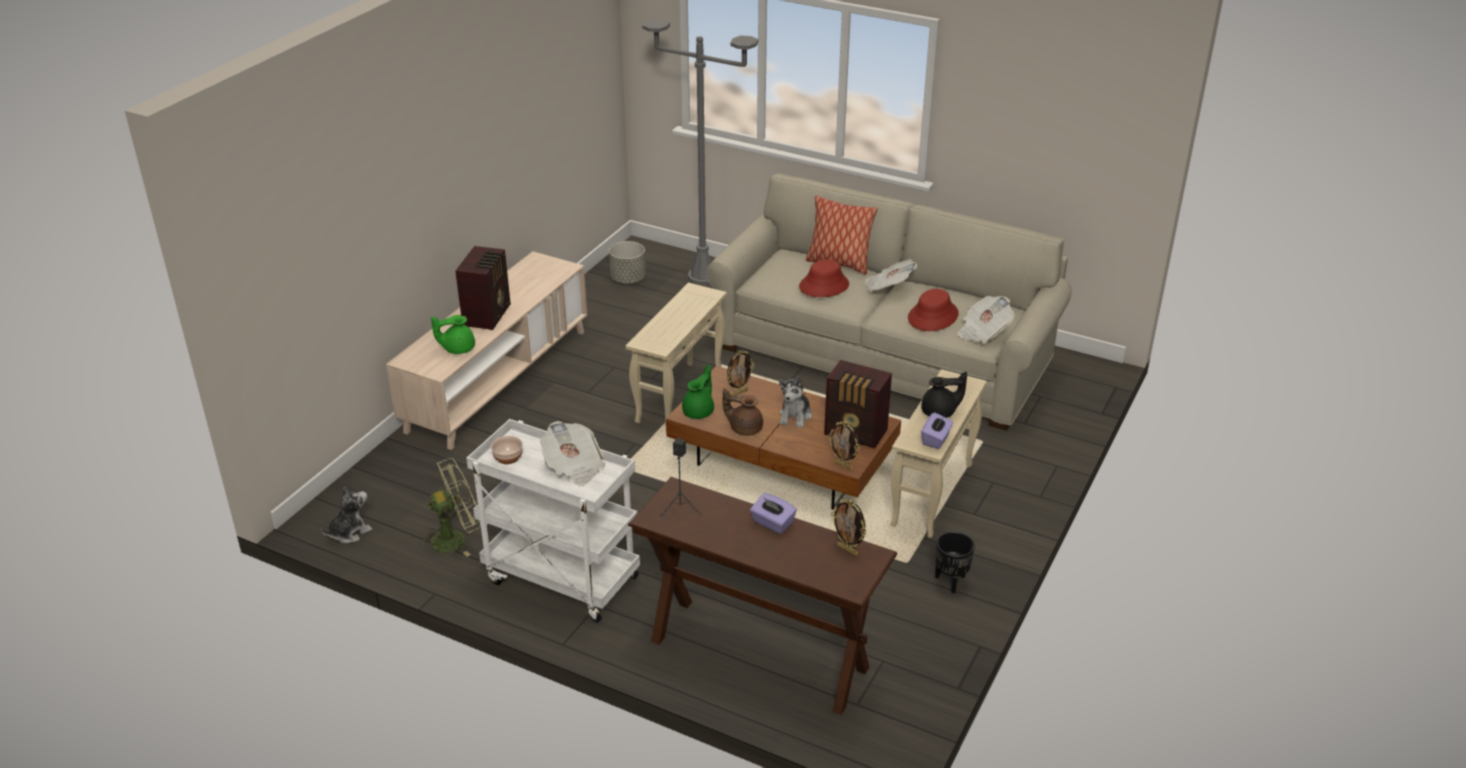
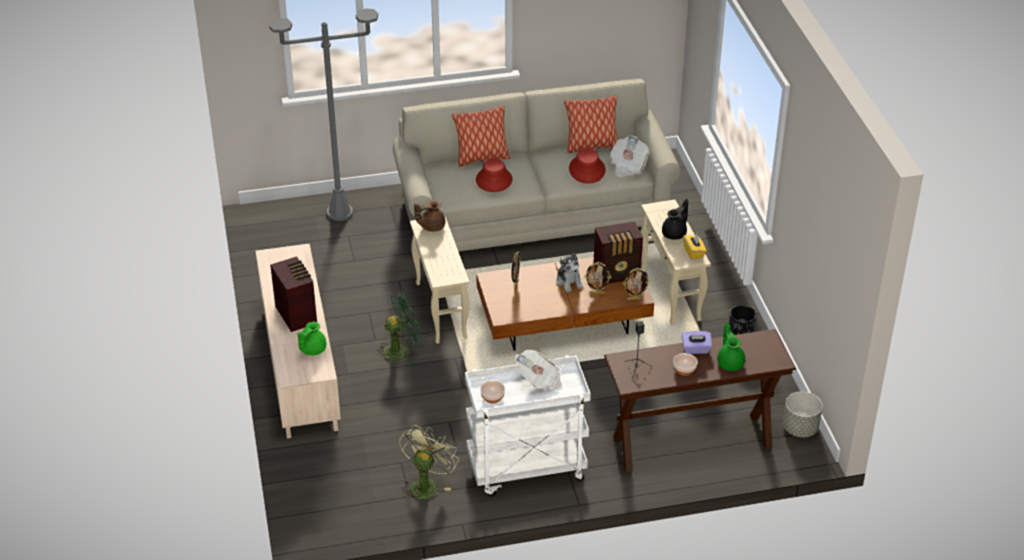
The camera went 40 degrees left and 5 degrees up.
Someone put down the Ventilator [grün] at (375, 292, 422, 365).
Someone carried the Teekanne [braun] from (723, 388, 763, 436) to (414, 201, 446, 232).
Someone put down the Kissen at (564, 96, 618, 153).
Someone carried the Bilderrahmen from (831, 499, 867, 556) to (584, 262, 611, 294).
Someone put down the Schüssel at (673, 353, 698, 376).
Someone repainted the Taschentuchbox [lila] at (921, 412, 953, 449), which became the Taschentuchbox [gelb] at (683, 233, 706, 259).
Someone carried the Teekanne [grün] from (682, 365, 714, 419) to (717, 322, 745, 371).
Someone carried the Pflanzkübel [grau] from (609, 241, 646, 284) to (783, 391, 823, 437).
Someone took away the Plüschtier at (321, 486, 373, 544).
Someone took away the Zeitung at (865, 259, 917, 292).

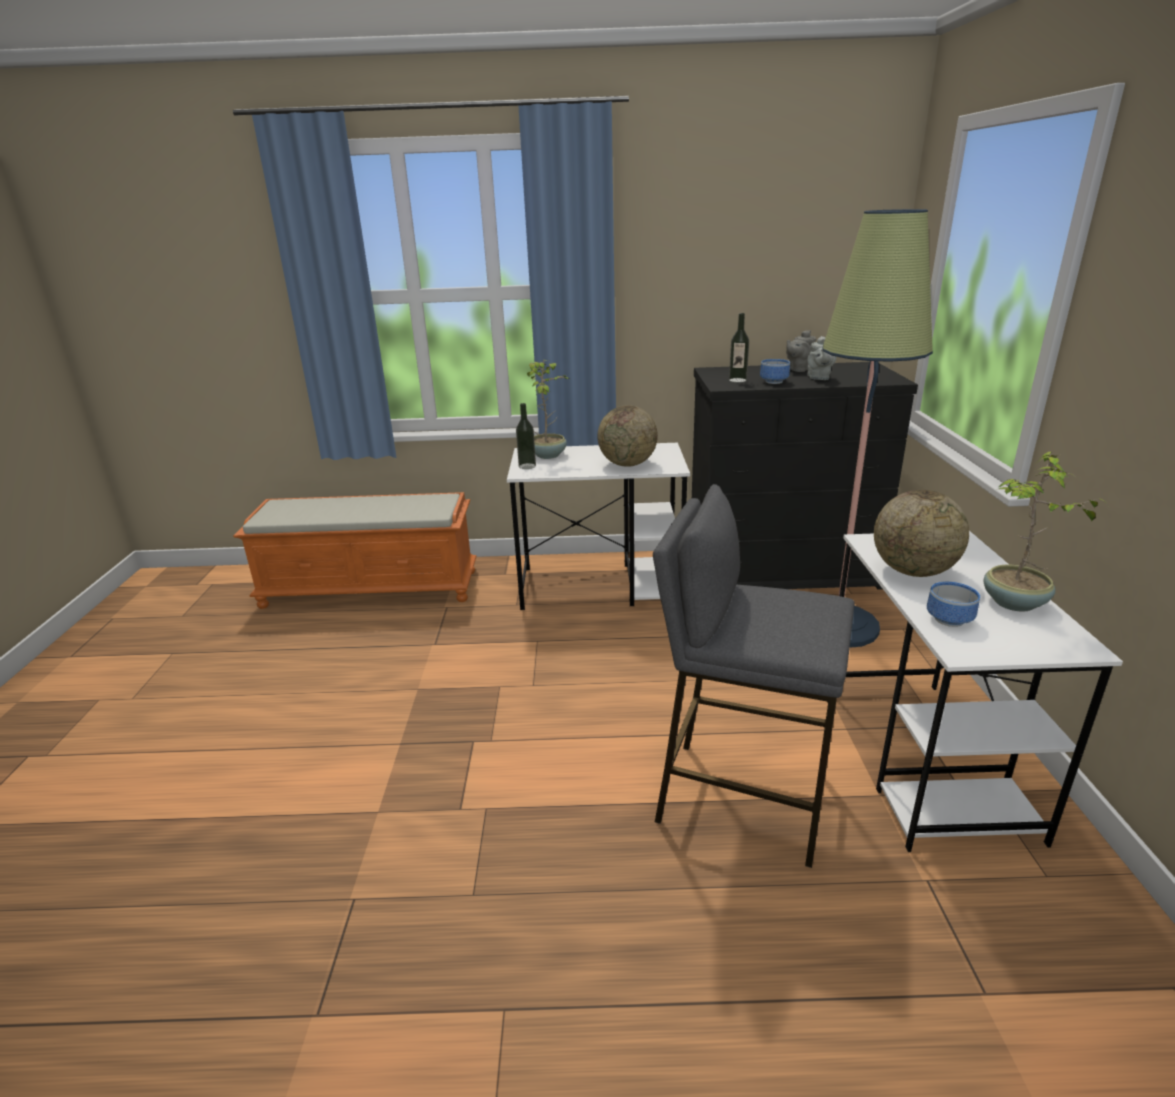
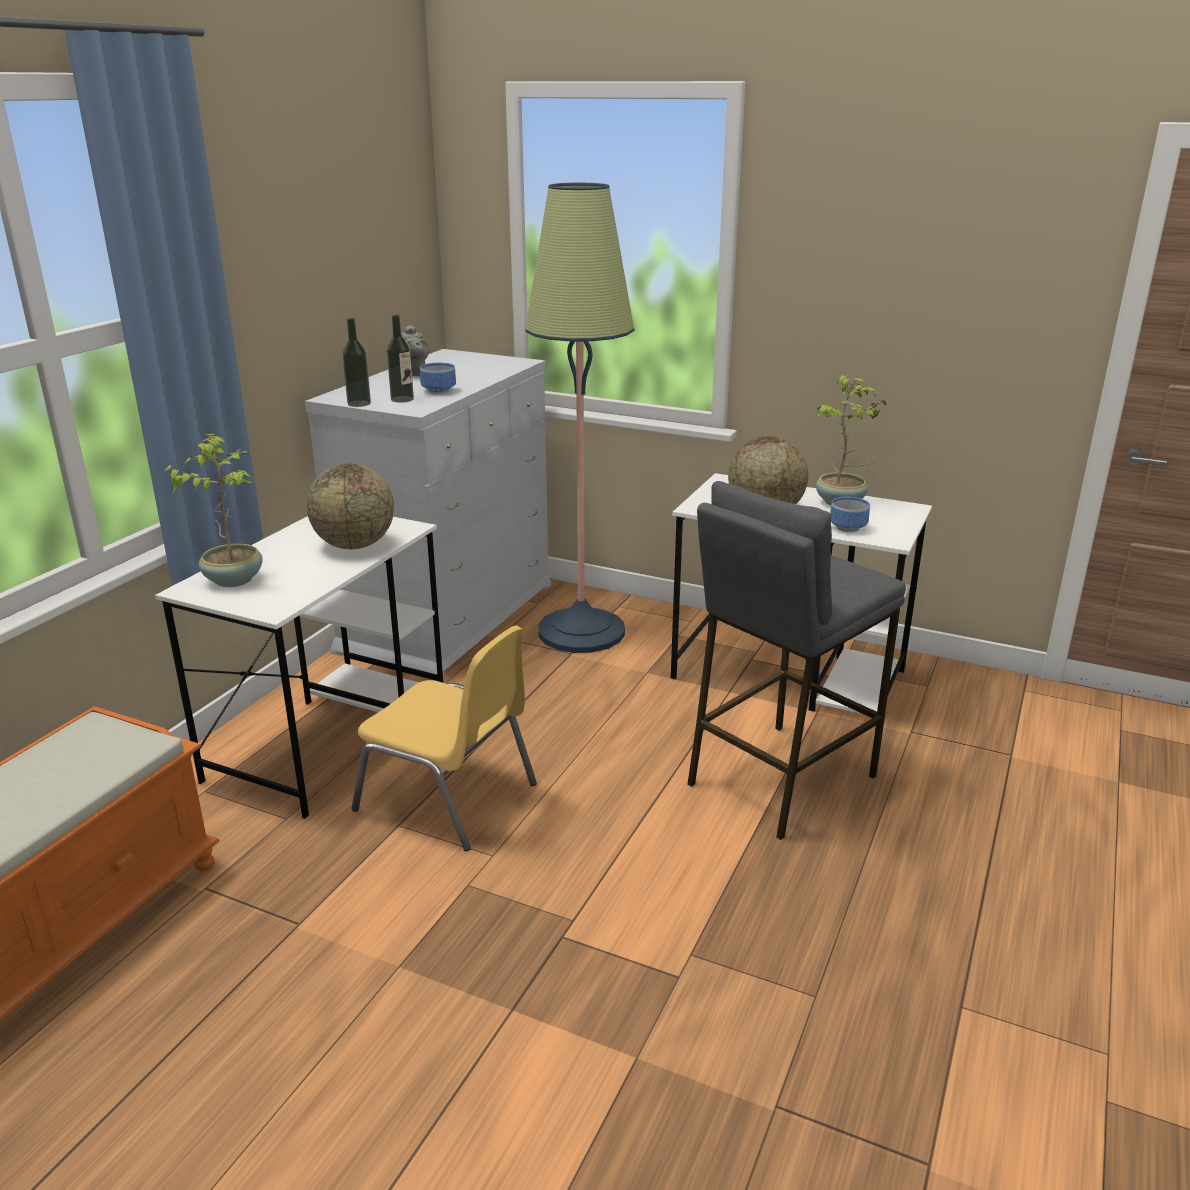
The camera went 65 degrees left and 0 degrees up.
Someone repainted the Kommode [schwarz] at (692, 362, 918, 590), which became the Kommode [weiß] at (305, 349, 551, 676).
Someone carried the Flasche from (516, 403, 536, 469) to (342, 318, 371, 407).
Someone put down the Stuhl [gelb] at (351, 626, 537, 851).
Someone took away the Teekanne [grau] at (807, 336, 837, 380).

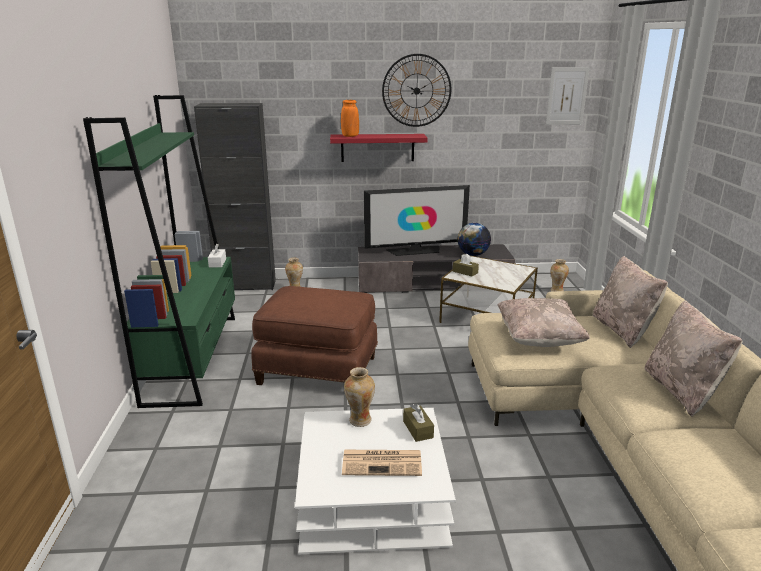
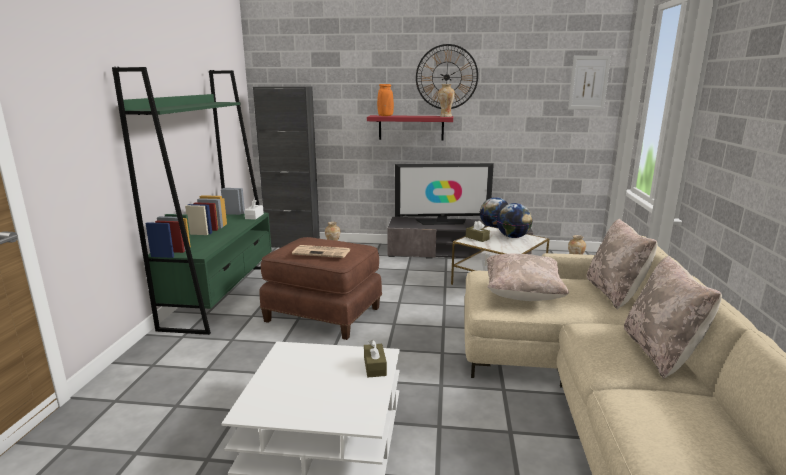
The camera went 10 degrees right and 5 degrees down.
Someone carried the Zeitung from (342, 450, 422, 476) to (292, 245, 351, 258).
Someone carried the Vase from (344, 367, 375, 427) to (438, 84, 455, 117).
Someone put down the Globus at (497, 203, 532, 238).

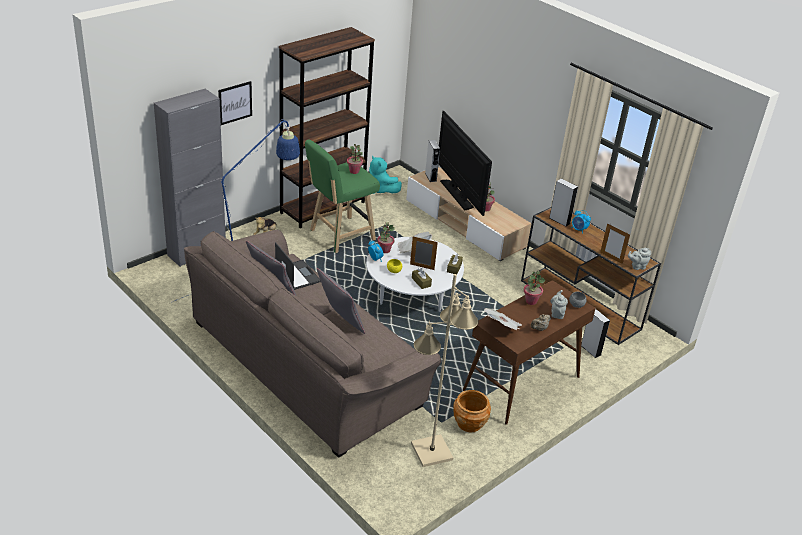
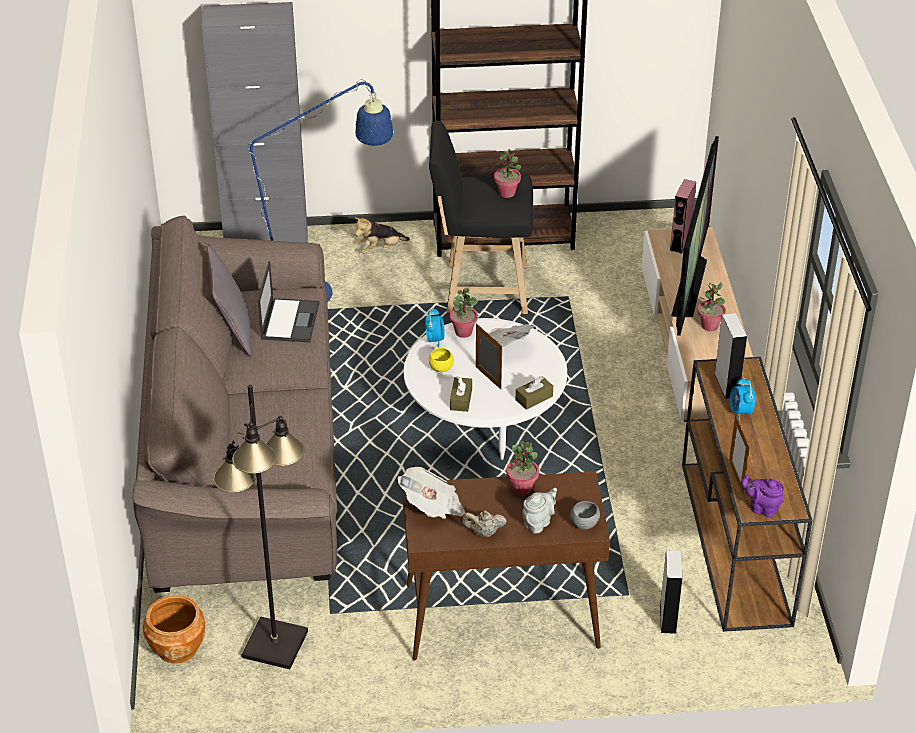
The camera went 40 degrees right and 5 degrees up.
Someone carried the Pflanzkübel [braun] from (453, 390, 491, 432) to (142, 595, 205, 664).
Someone repainted the Stehlampe [beige] at (411, 274, 478, 467), which became the Stehlampe [schwarz] at (213, 385, 308, 669).
Someone repainted the Hocker [grün] at (305, 139, 380, 253), which became the Hocker [schwarz] at (429, 121, 534, 314).
Someone repainted the Lautsprecher [grau] at (425, 140, 440, 182), which became the Lautsprecher [rosa] at (670, 179, 696, 254).
Someone repainted the Teekanne [grau] at (628, 248, 651, 270), which became the Teekanne [lila] at (741, 475, 784, 518).
Someone took away the Bild at (218, 81, 252, 125).
Someone took away the Kissen [grau] at (317, 268, 365, 334).
Someone took away the Plüschtier [türkis] at (369, 155, 402, 194).

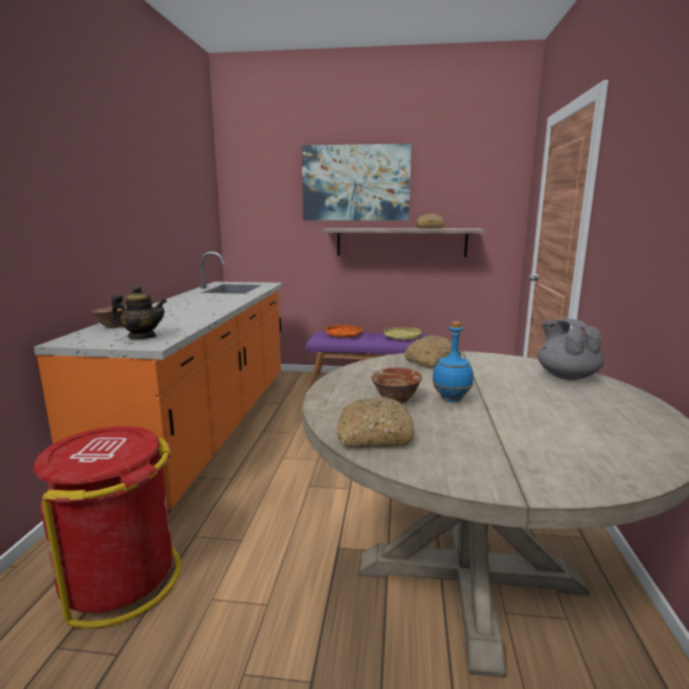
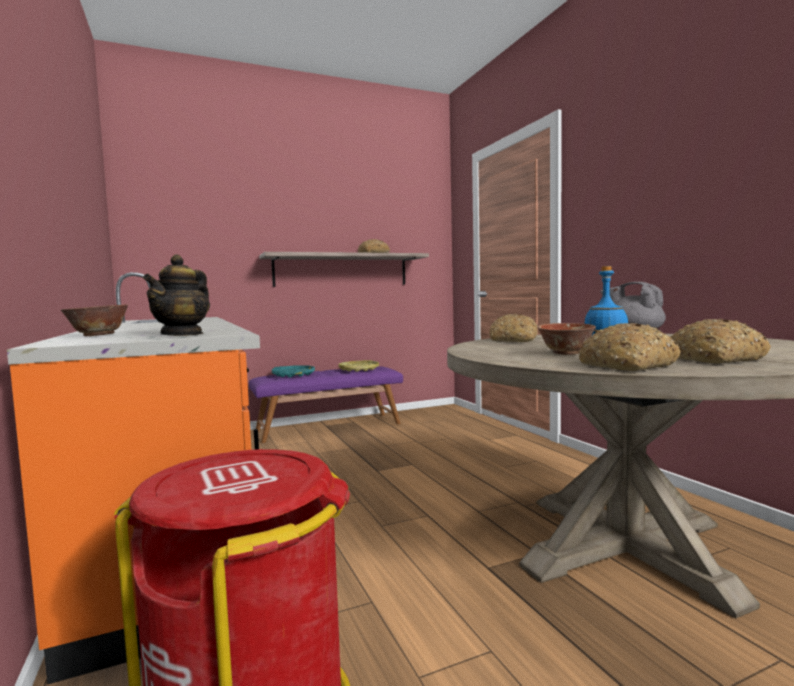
The camera went 30 degrees left and 10 degrees down.
Someone rotated the Teekanne at (111, 285, 167, 339) by 135 degrees clockwise.
Someone repainted the Tablett [orange] at (326, 325, 362, 338), which became the Tablett [türkis] at (272, 365, 315, 378).
Someone put down the Brot at (670, 319, 771, 363).
Someone took away the Bild at (302, 144, 411, 221).

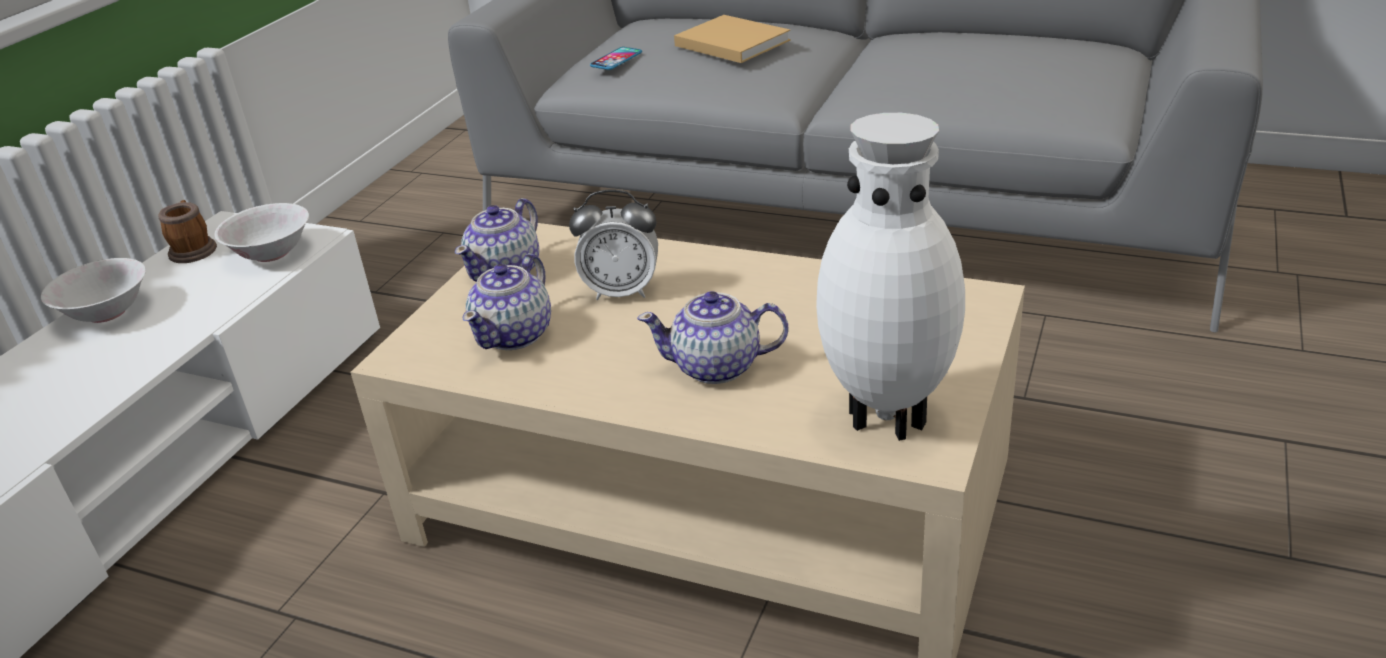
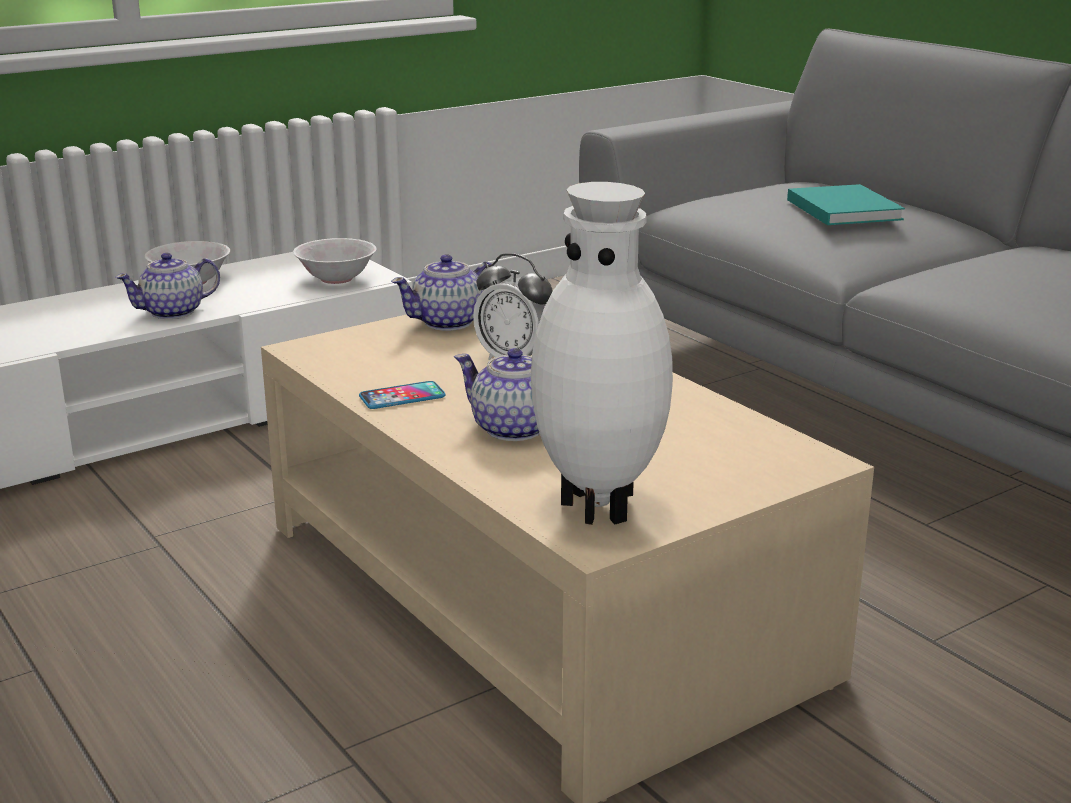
The camera went 30 degrees right and 10 degrees down.
Someone carried the Teekanne from (463, 253, 551, 350) to (115, 253, 220, 319).
Someone carried the Handy from (590, 47, 642, 70) to (359, 381, 446, 409).
Someone repainted the Buch [beige] at (674, 15, 791, 63), which became the Buch [türkis] at (787, 184, 905, 225).
Someone took away the Henkelbecher at (158, 200, 217, 263).

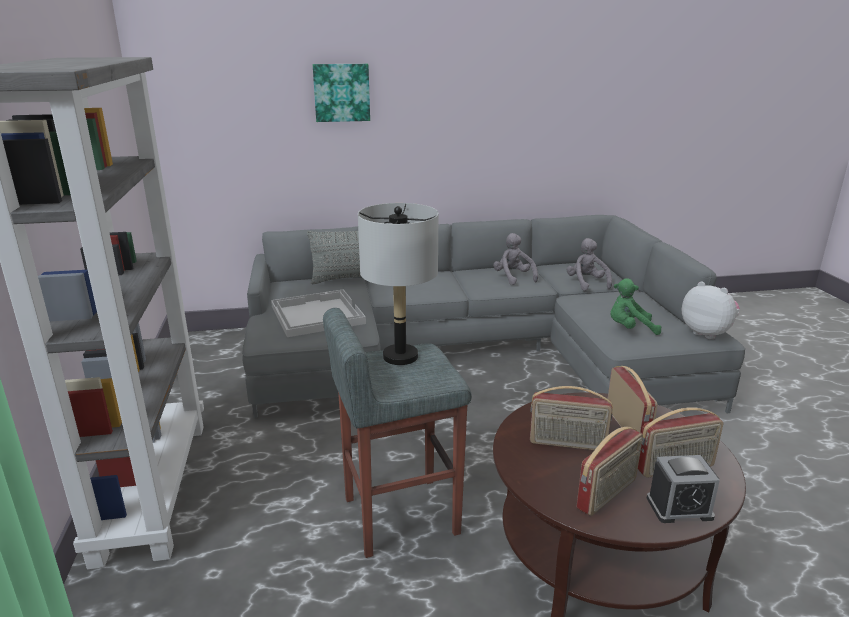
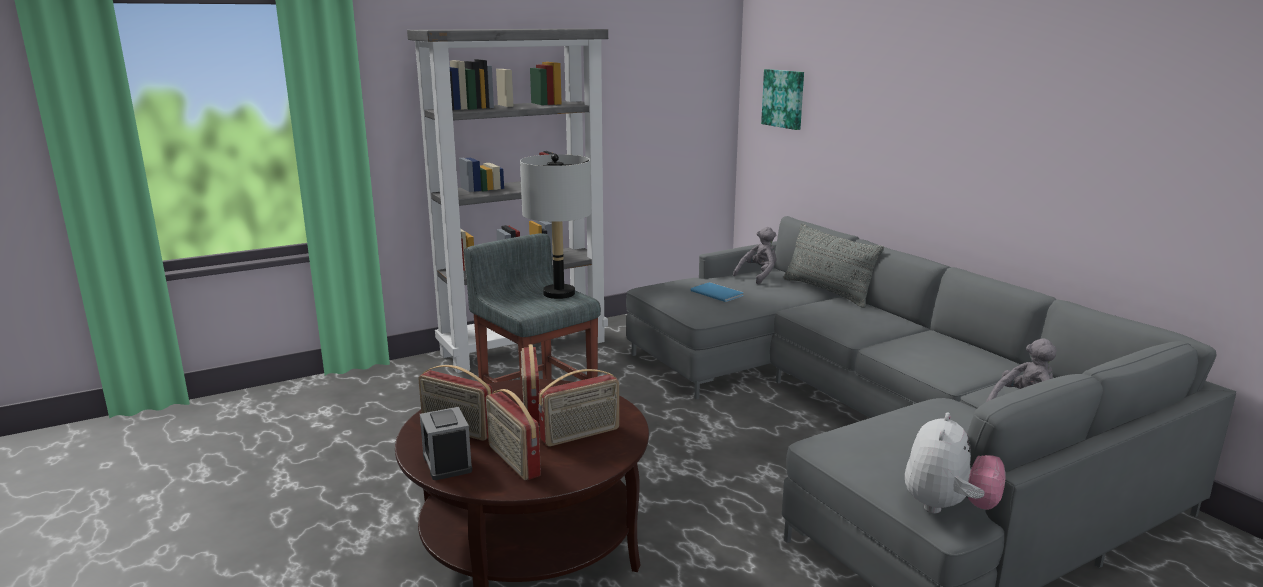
The camera went 70 degrees right and 5 degrees down.
Someone swapped the Tablett [weiß] at (271, 289, 366, 337) for the Buch [blau] at (690, 282, 744, 302).
Someone carried the Plüschtier [grau] from (493, 233, 538, 285) to (733, 227, 777, 284).
Someone carried the Bild from (313, 64, 370, 122) to (761, 69, 804, 130).
Someone took away the Plüschtier [grün] at (610, 278, 661, 335).

